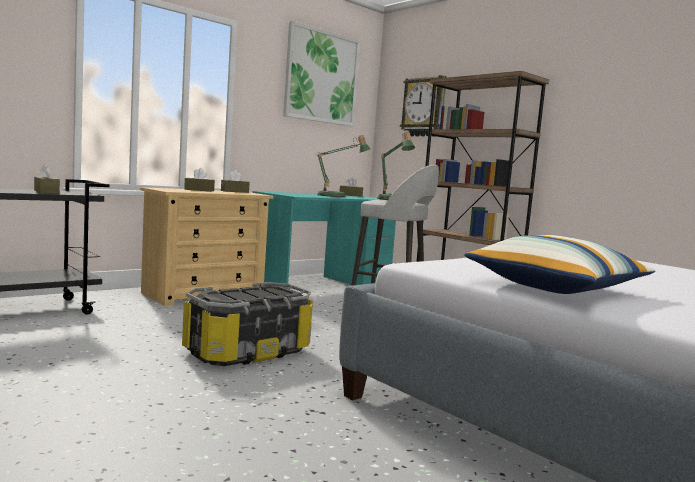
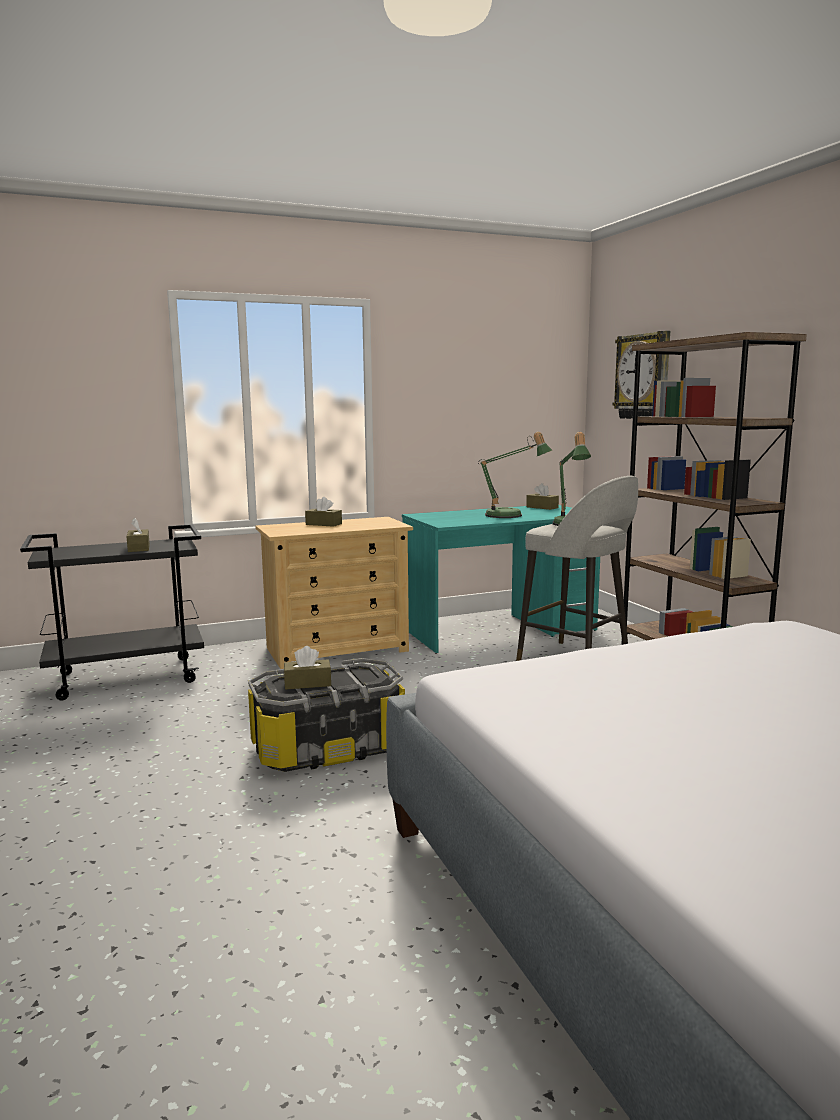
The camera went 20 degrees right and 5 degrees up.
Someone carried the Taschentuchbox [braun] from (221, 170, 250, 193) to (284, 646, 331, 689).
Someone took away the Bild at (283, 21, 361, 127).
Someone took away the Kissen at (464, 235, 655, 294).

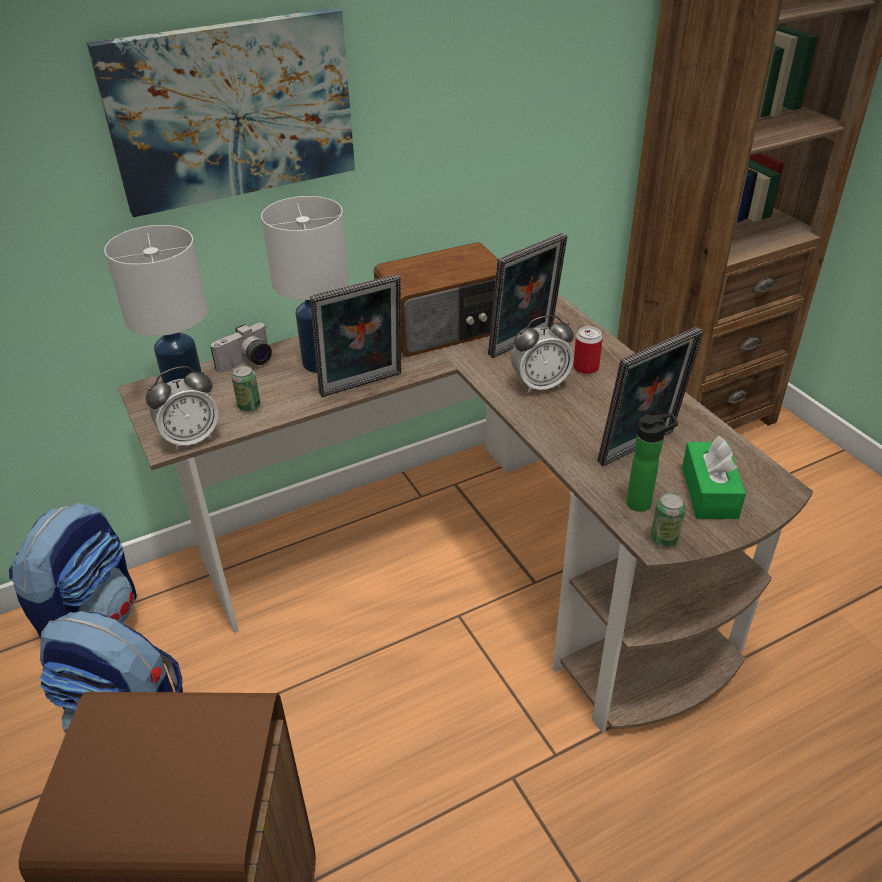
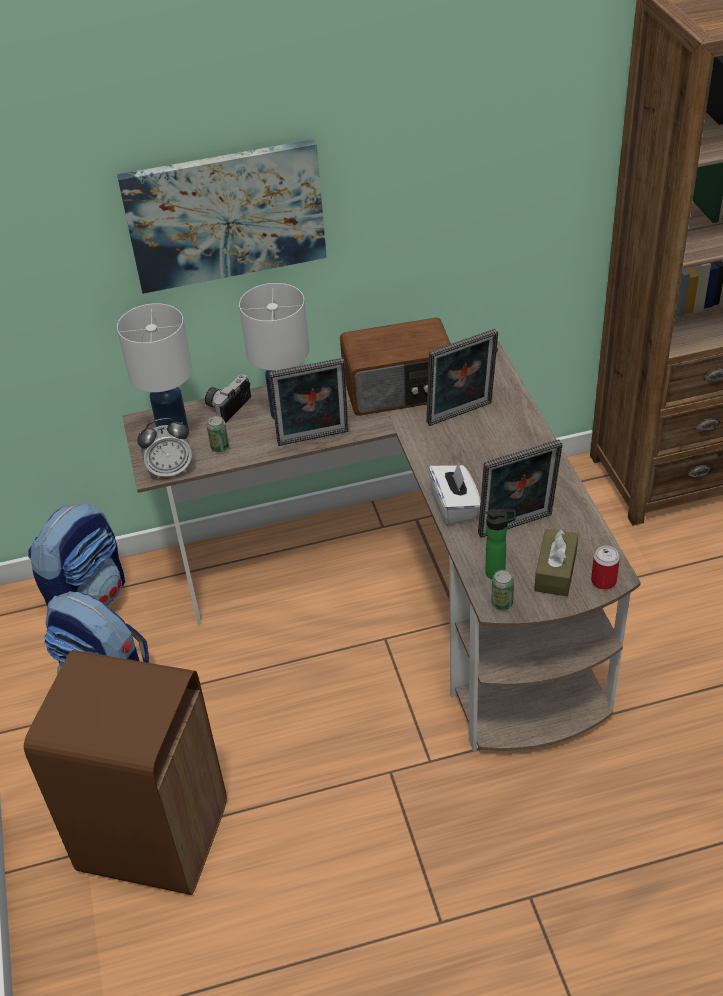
The camera went 15 degrees right and 5 degrees up.
Someone rotated the Kamera at (211, 323, 272, 373) by 150 degrees clockwise.
Someone put down the Taschentuchbox [weiß] at (429, 462, 481, 525).
Someone repainted the Taschentuchbox [grün] at (682, 436, 746, 519), which became the Taschentuchbox [braun] at (534, 529, 578, 596).
Someone carried the Dose from (573, 326, 603, 374) to (591, 546, 620, 590).
Someone took away the Wecker at (511, 315, 574, 394).

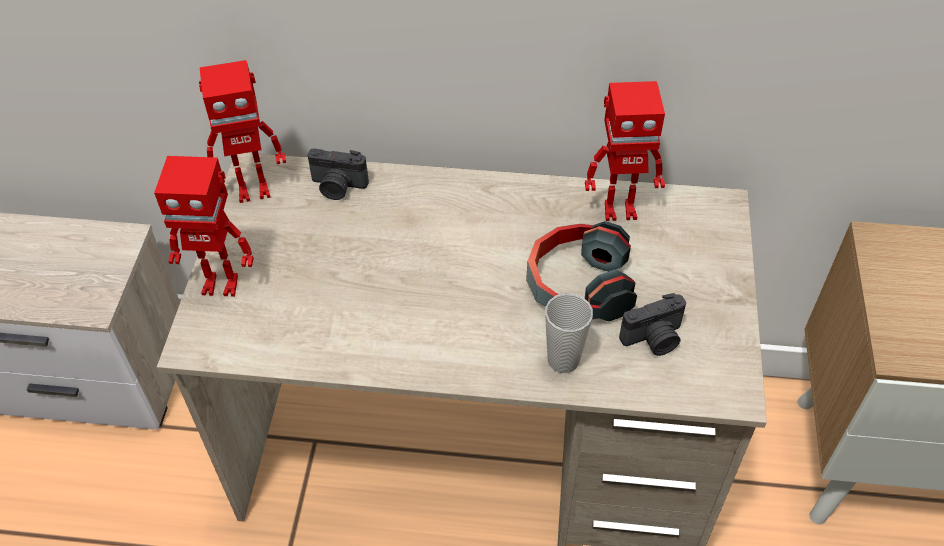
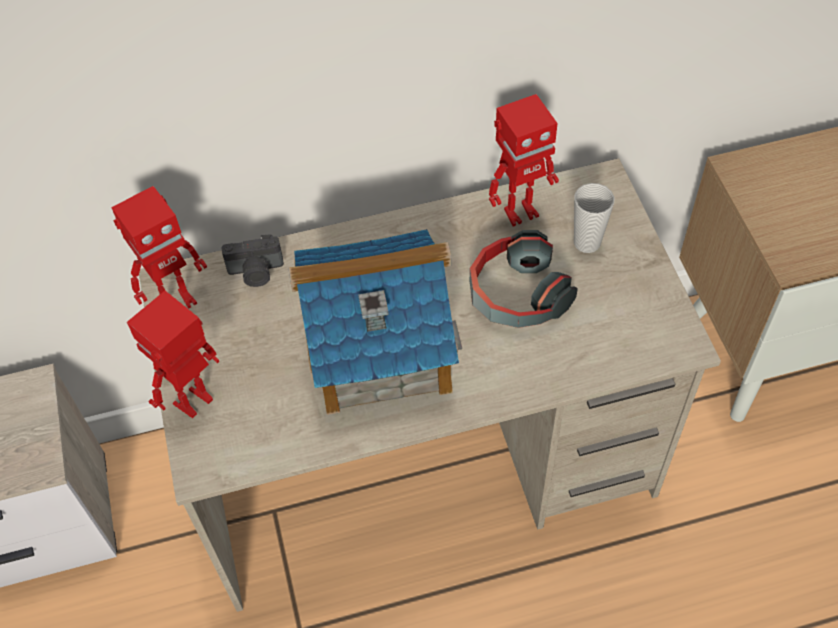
The camera went 20 degrees left and 5 degrees up.
Someone rotated the Spielzeugroboter at (154, 156, 254, 297) by 150 degrees clockwise.
Someone put down the Spielzeughaus at (288, 229, 462, 415).
Someone carried the Tasse from (545, 293, 593, 373) to (574, 183, 614, 253).
Someone took away the Kamera at (619, 293, 686, 356).

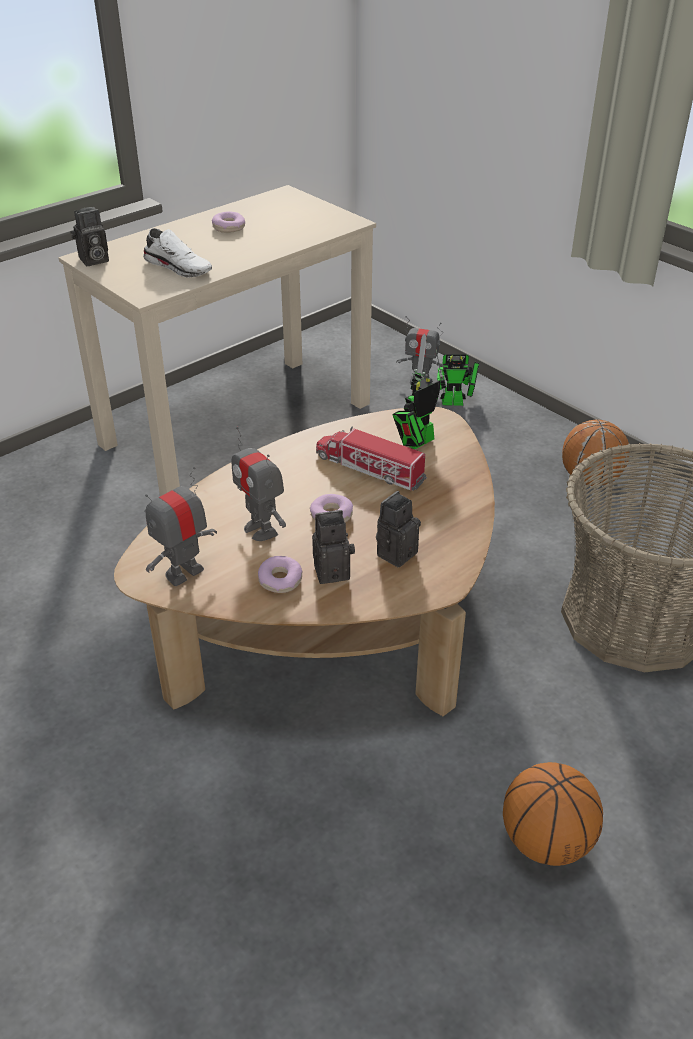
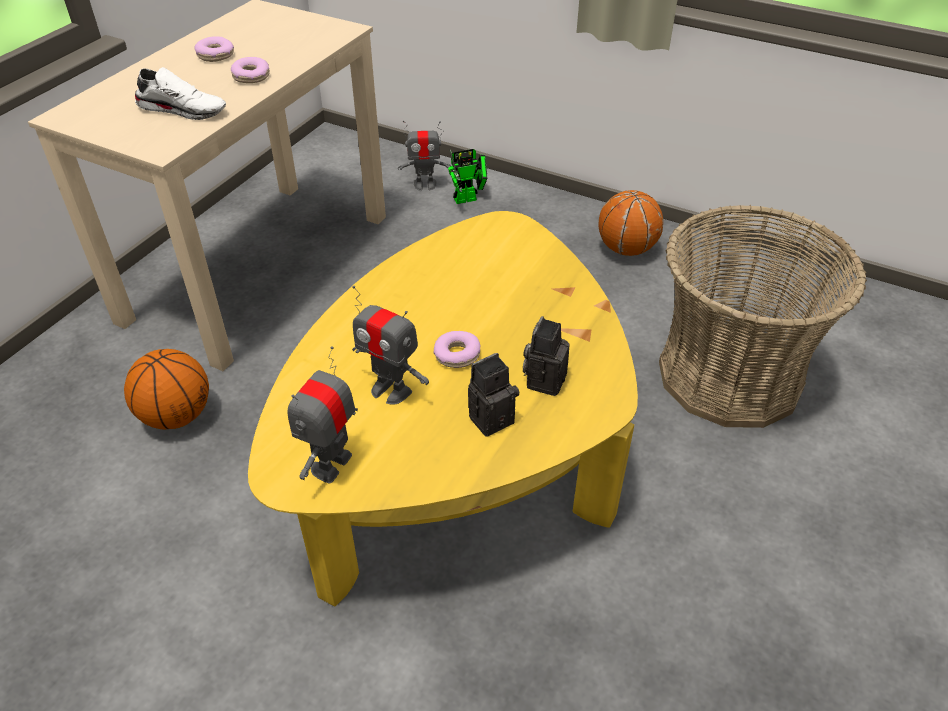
The camera went 20 degrees left and 5 degrees up.
Someone carried the Basketball from (503, 762, 603, 866) to (124, 349, 209, 430).
Someone carried the Donut from (258, 556, 302, 593) to (231, 57, 270, 83).
Someone repainted the Couchtisch [braun] at (114, 407, 495, 716), which became the Couchtisch [gelb] at (248, 211, 638, 606).
Someone took away the Kamera at (70, 207, 109, 266).
Someone took away the Spielzeuglaster at (316, 427, 427, 491).
Someone took away the Spielzeugroboter at (392, 334, 440, 450).

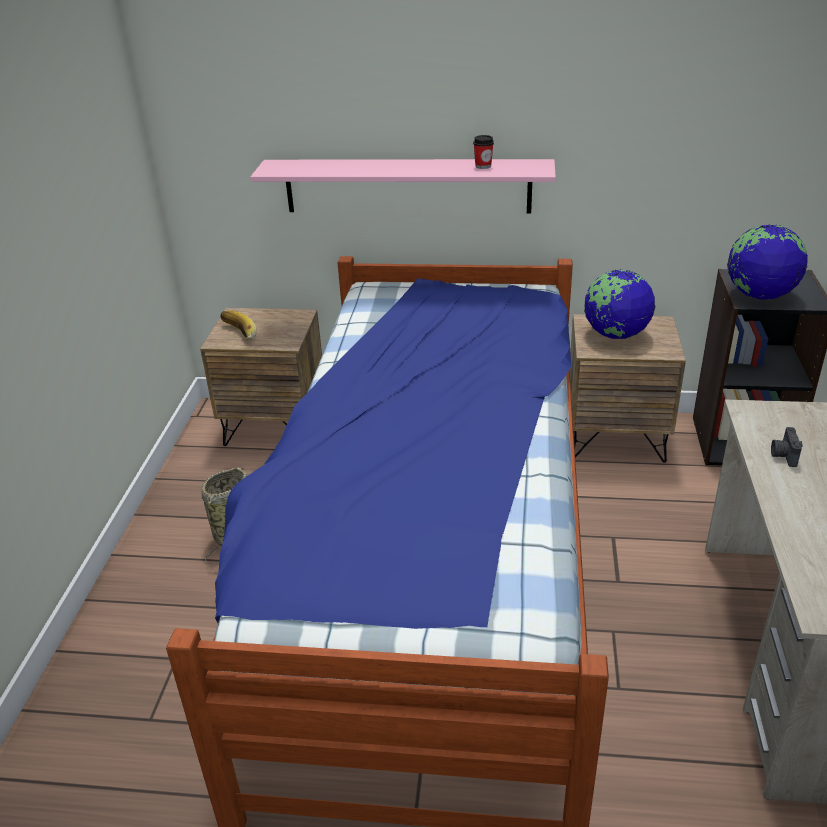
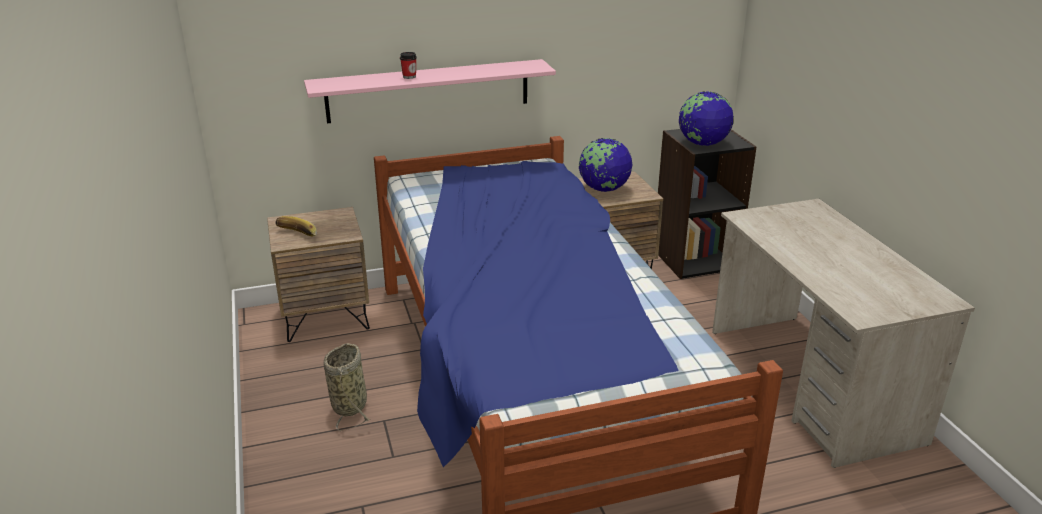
The camera went 25 degrees left and 5 degrees down.
Someone carried the Tasse from (473, 135, 494, 169) to (400, 52, 417, 79).
Someone took away the Kamera at (771, 427, 803, 467).

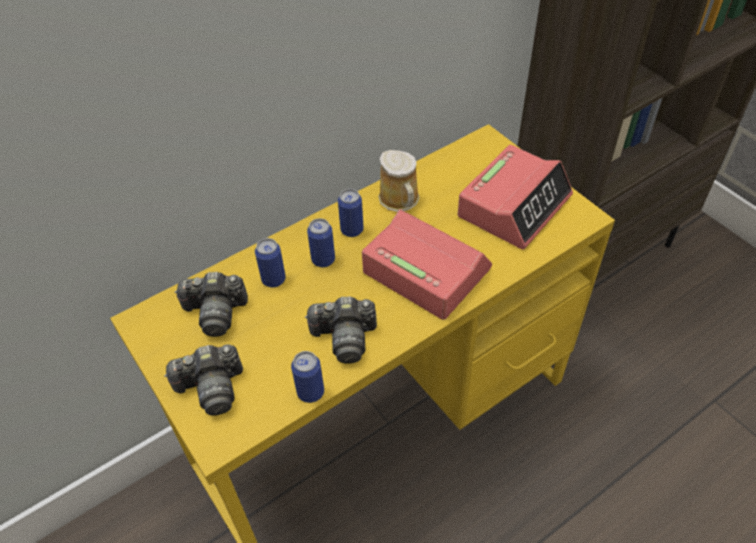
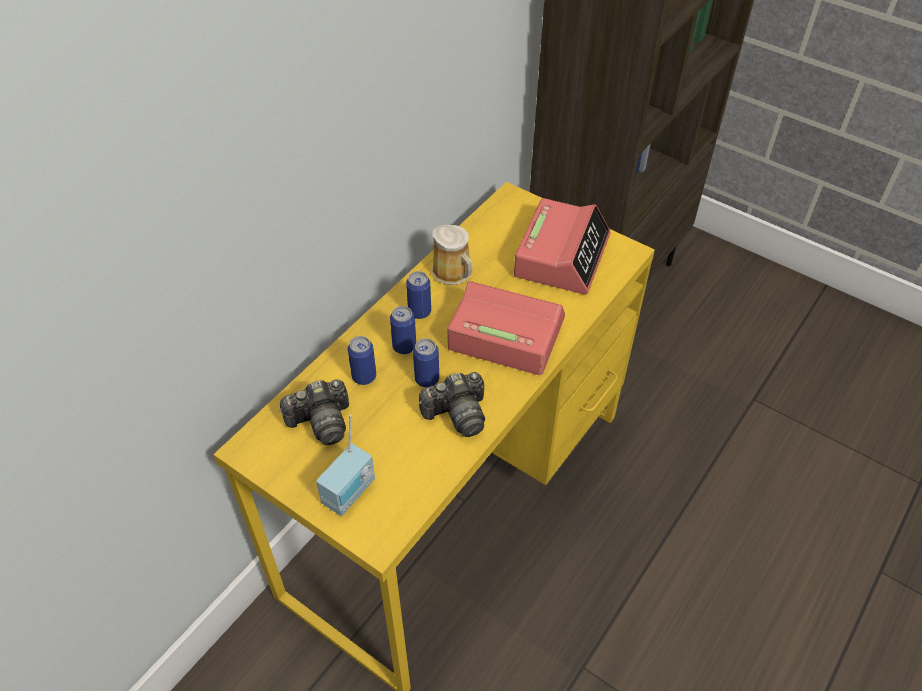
The camera went 20 degrees left and 0 degrees up.
Someone swapped the Kamera at (164, 344, 243, 416) for the Radio at (316, 415, 375, 516).
Someone carried the Dose from (291, 351, 324, 403) to (413, 338, 439, 387).

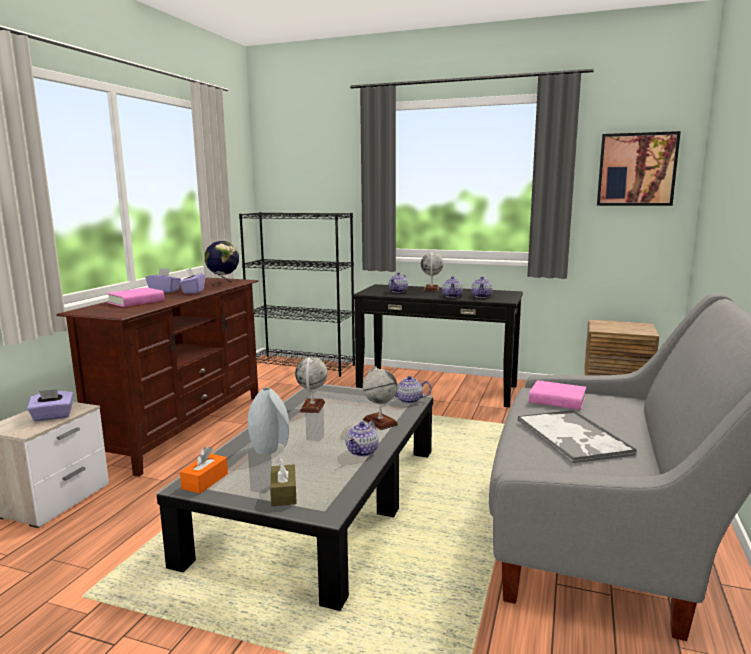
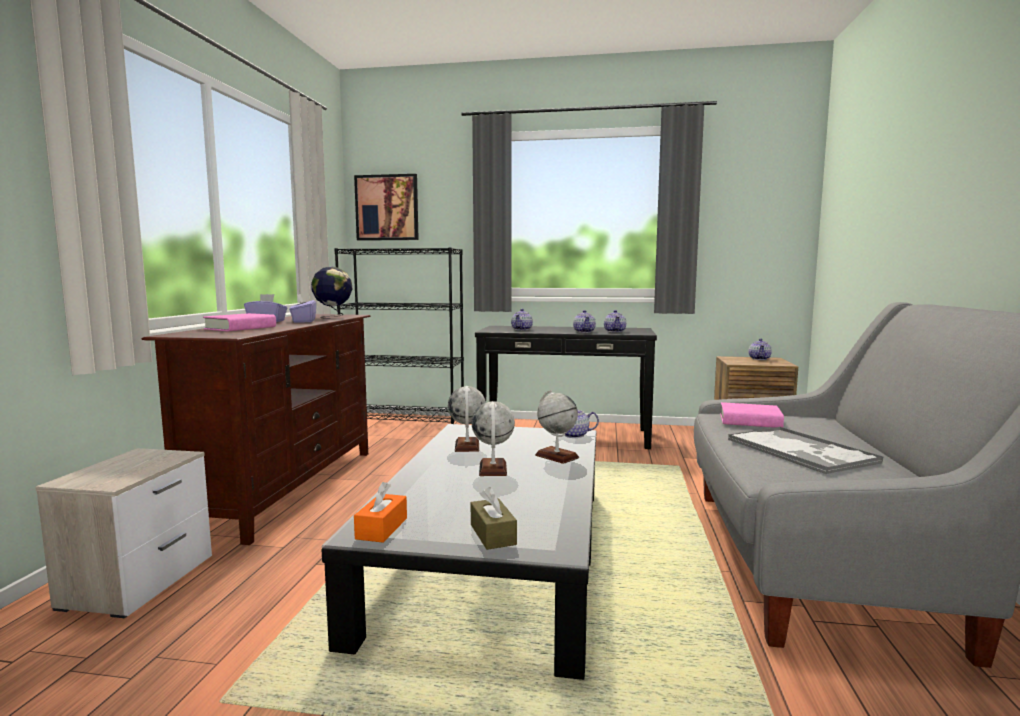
The camera went 10 degrees left and 5 degrees down.
Someone carried the Bild from (597, 131, 681, 206) to (354, 174, 419, 241).
Someone carried the Globus from (421, 252, 443, 291) to (471, 401, 515, 476).
Someone carried the Teekanne from (346, 420, 379, 457) to (748, 338, 772, 360).
Someone took away the Taschentuchbox [lila] at (27, 389, 74, 421).
Someone took away the Vase [grau] at (248, 388, 289, 455).

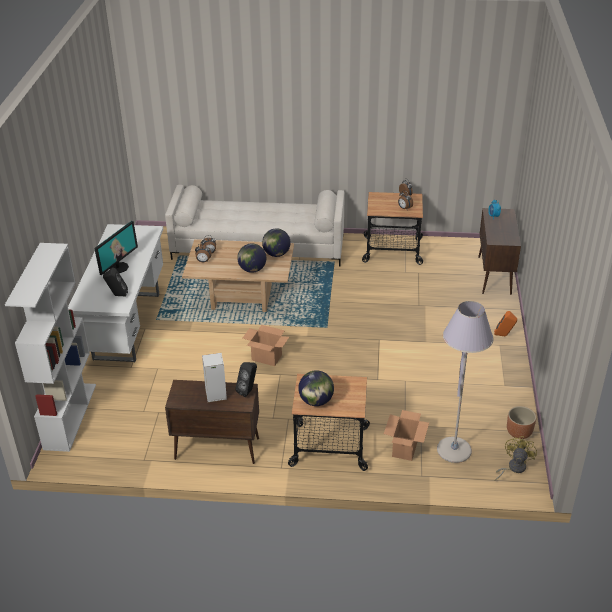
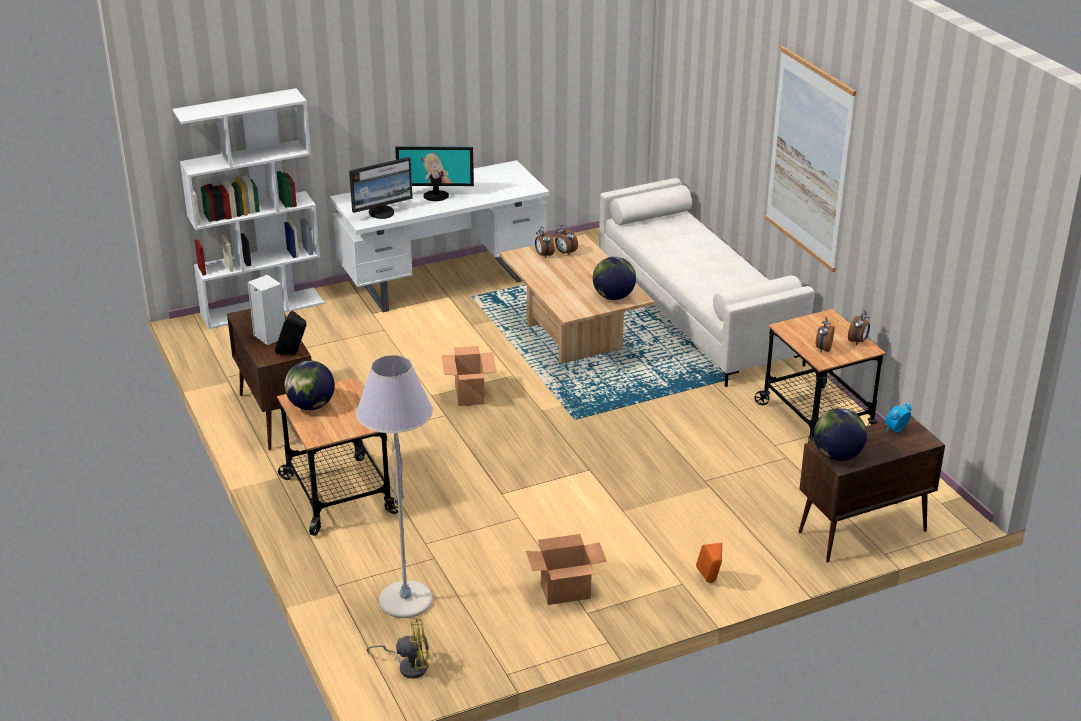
The camera went 60 degrees right and 5 degrees down.
Someone swapped the Lautsprecher [schwarz] at (103, 268, 128, 297) for the Monitor at (349, 157, 413, 219).
Someone carried the Karton from (384, 410, 429, 461) to (526, 534, 607, 605).
Someone put up the Bild at (765, 46, 856, 272).
Someone carried the Globus from (237, 243, 266, 273) to (814, 409, 867, 461).
Someone took away the Pflanzkübel [braun] at (507, 406, 536, 439).

